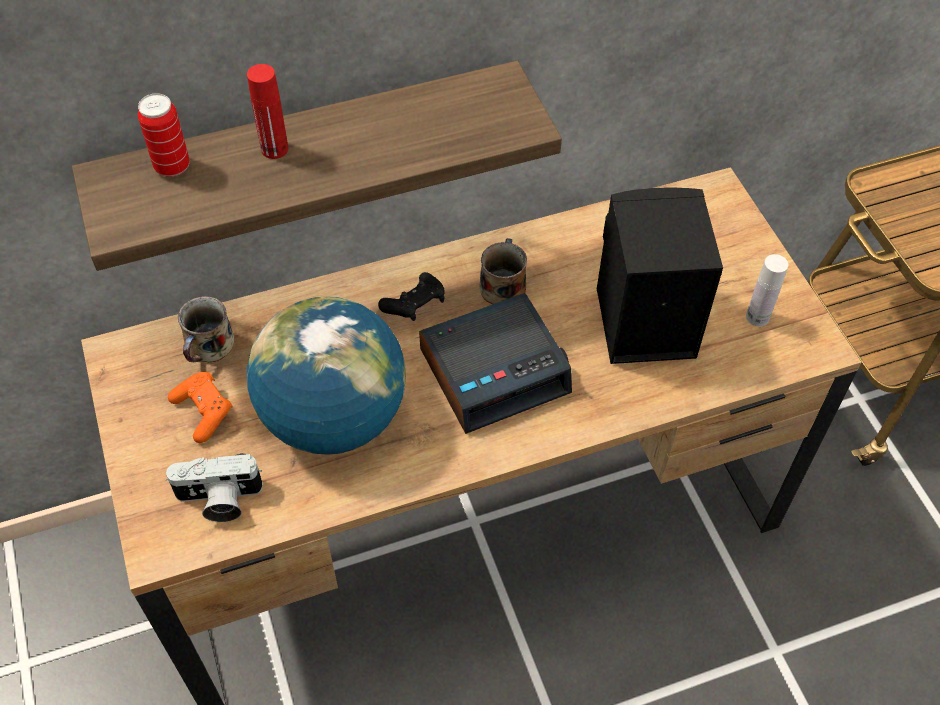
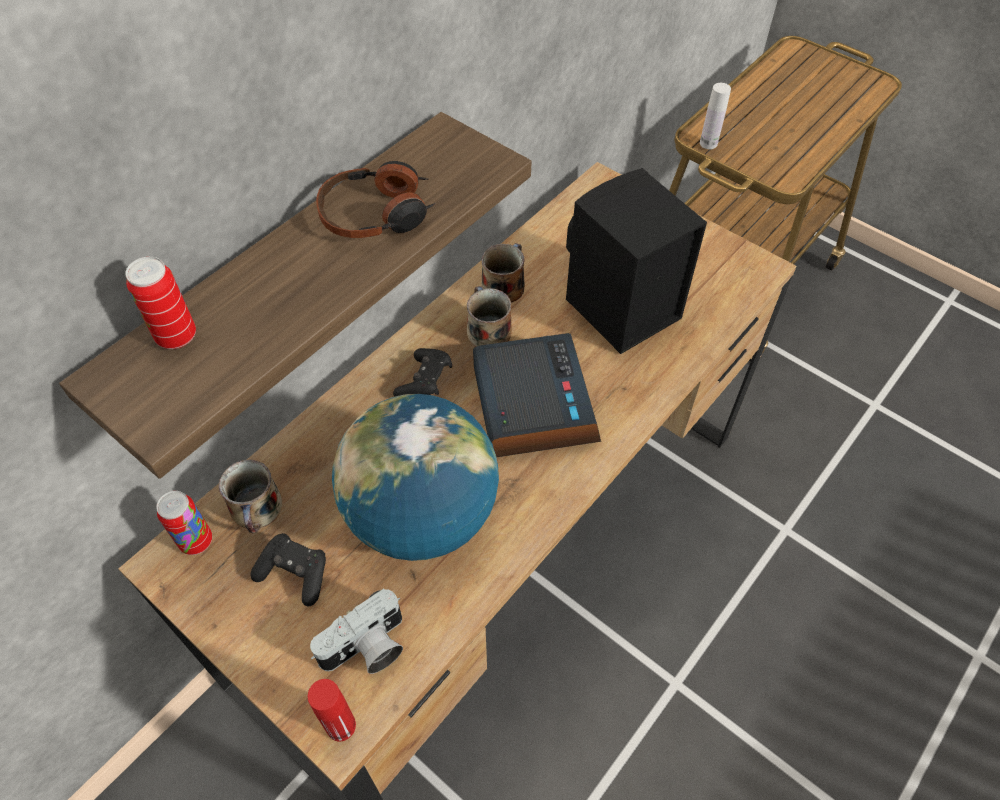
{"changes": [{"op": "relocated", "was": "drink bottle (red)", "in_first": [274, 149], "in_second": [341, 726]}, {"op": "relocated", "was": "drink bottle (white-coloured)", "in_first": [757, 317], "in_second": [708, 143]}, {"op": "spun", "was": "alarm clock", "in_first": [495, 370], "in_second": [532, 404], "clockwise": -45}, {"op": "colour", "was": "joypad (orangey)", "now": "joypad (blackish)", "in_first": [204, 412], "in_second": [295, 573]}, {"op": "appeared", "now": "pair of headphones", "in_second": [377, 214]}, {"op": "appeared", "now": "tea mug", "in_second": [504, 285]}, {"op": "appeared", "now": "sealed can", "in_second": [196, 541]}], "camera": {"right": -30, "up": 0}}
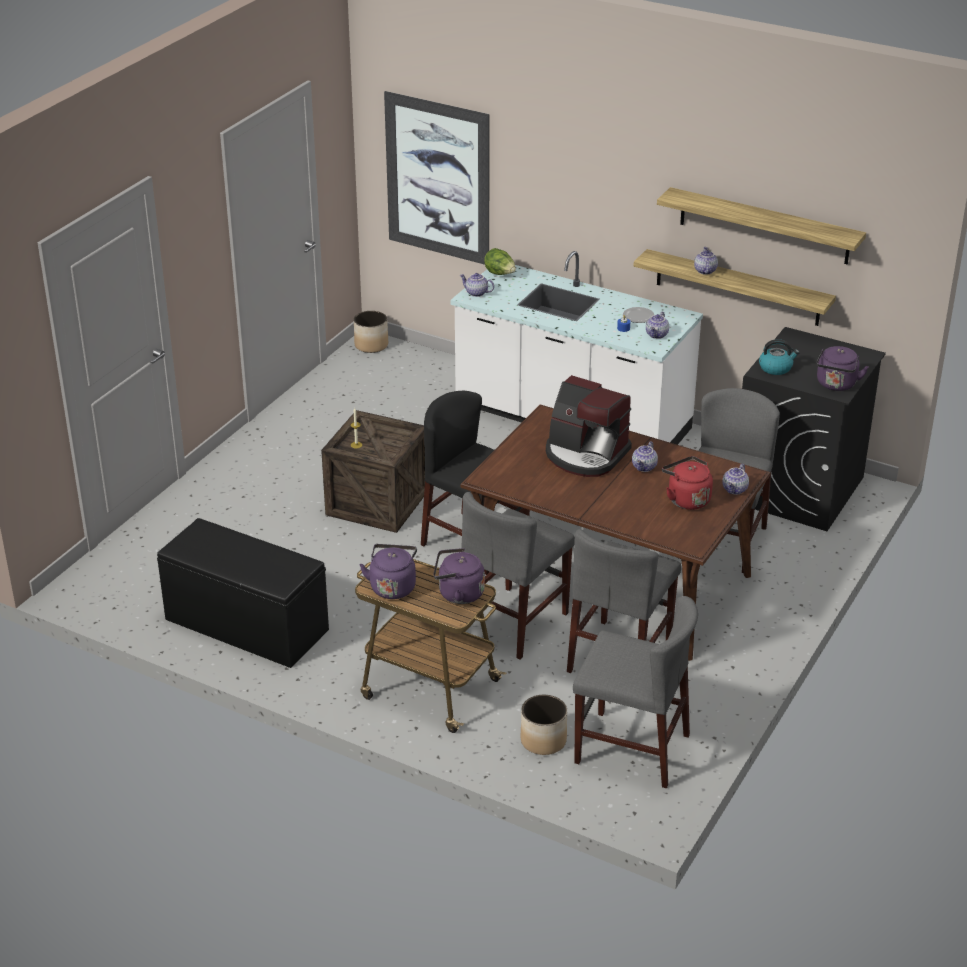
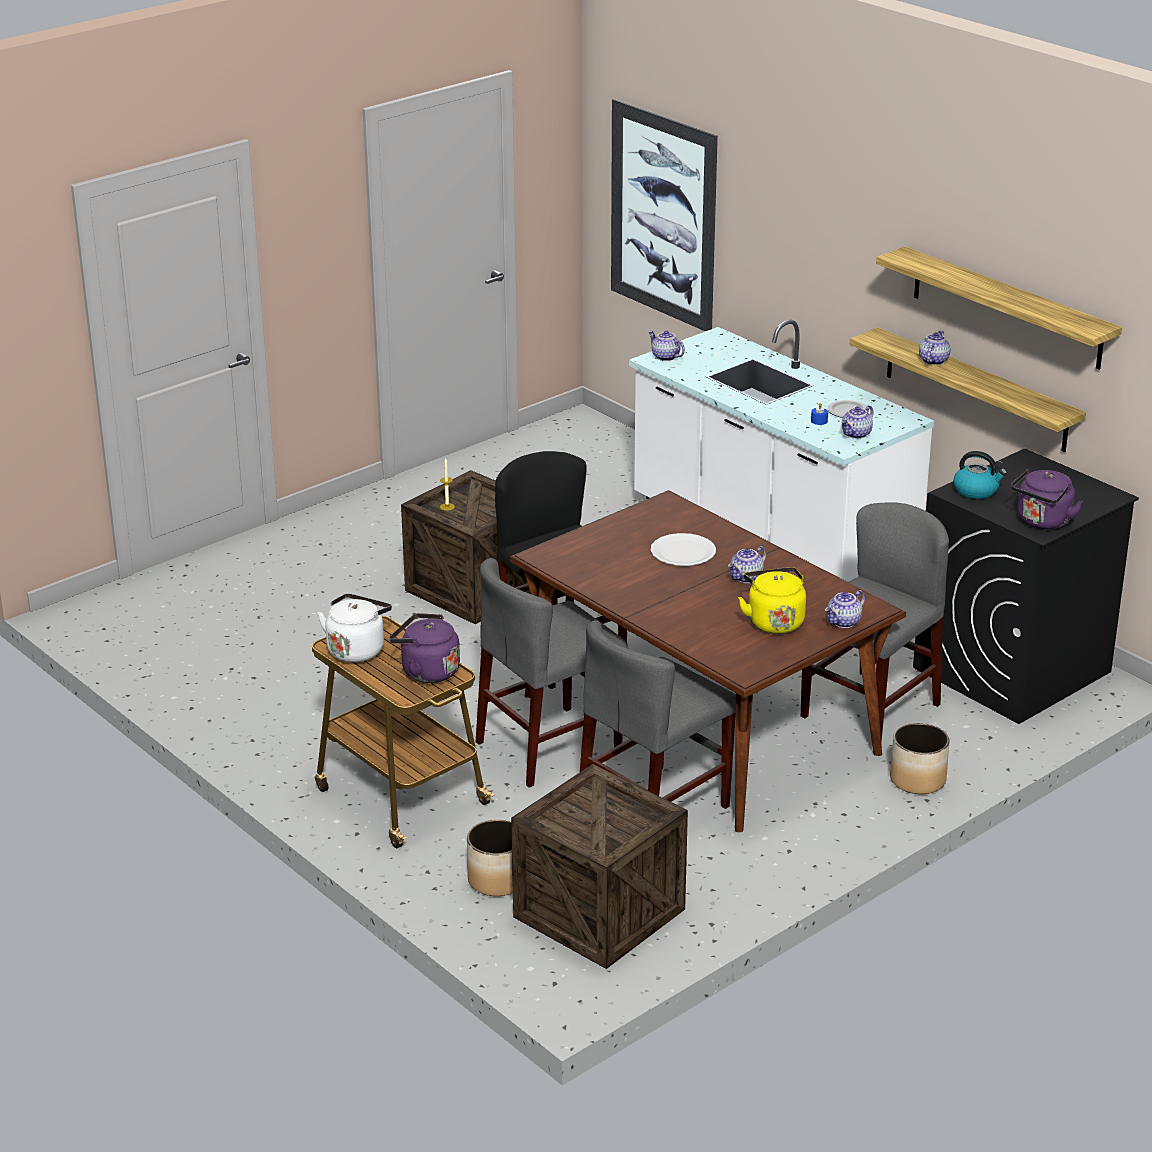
{"changes": [{"op": "missing", "was": "lettuce head", "in_first": [500, 274]}, {"op": "relocated", "was": "plant pot", "in_first": [371, 345], "in_second": [917, 780]}, {"op": "exchanged", "was": "coffee machine", "now": "plate (white-coloured)", "in_first": [585, 454], "in_second": [683, 552]}, {"op": "colour", "was": "kettle (red)", "now": "kettle (yellowish)", "in_first": [686, 499], "in_second": [773, 621]}, {"op": "missing", "was": "bench (blackish)", "in_first": [246, 625]}, {"op": "colour", "was": "kettle (purple)", "now": "kettle (white-coloured)", "in_first": [393, 586], "in_second": [357, 649]}, {"op": "exchanged", "was": "plain chair (greyish)", "now": "crate", "in_first": [632, 749], "in_second": [599, 913]}], "camera": {"right": 20, "up": -5}}
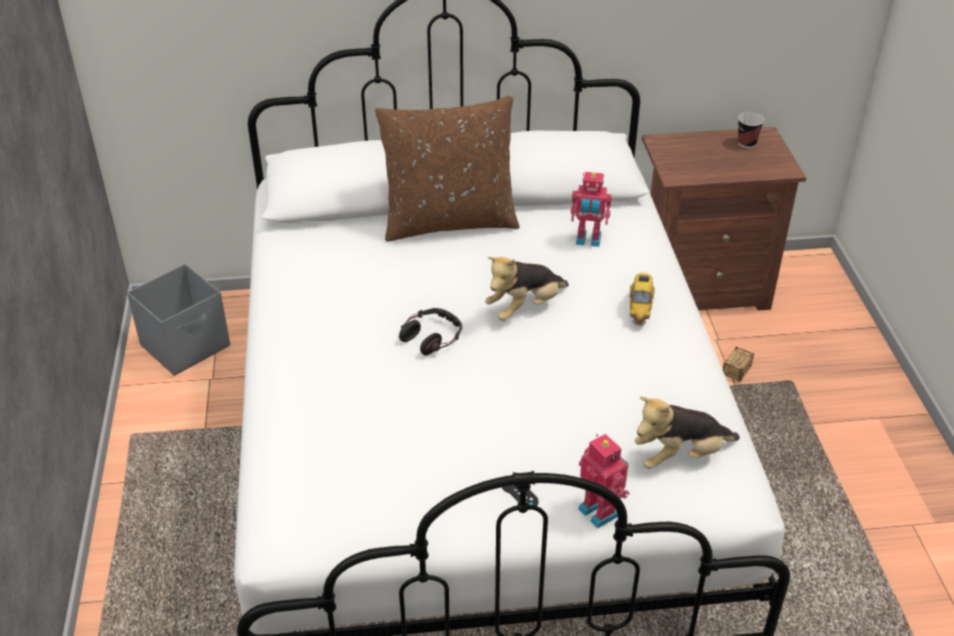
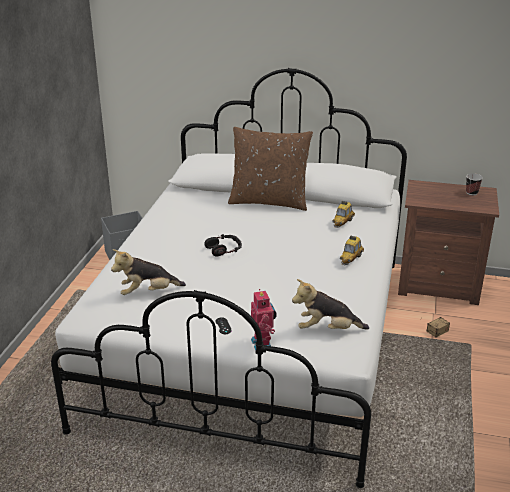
{"changes": [{"op": "exchanged", "was": "toy robot", "now": "model car", "in_first": [588, 240], "in_second": [342, 223]}, {"op": "relocated", "was": "soft toy", "in_first": [525, 308], "in_second": [148, 292]}], "camera": {"right": 20, "up": -10}}
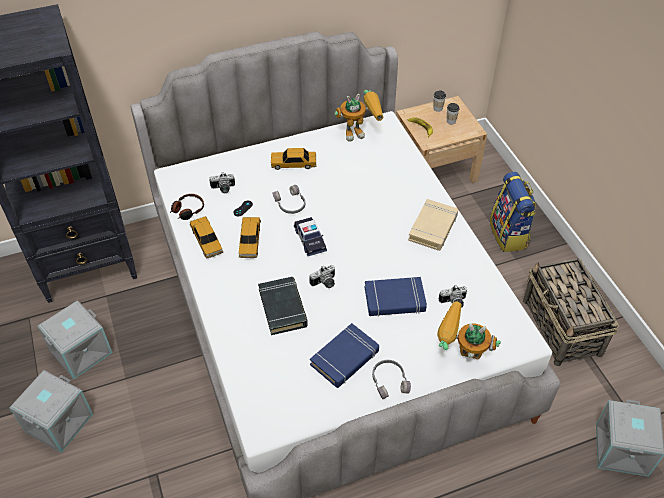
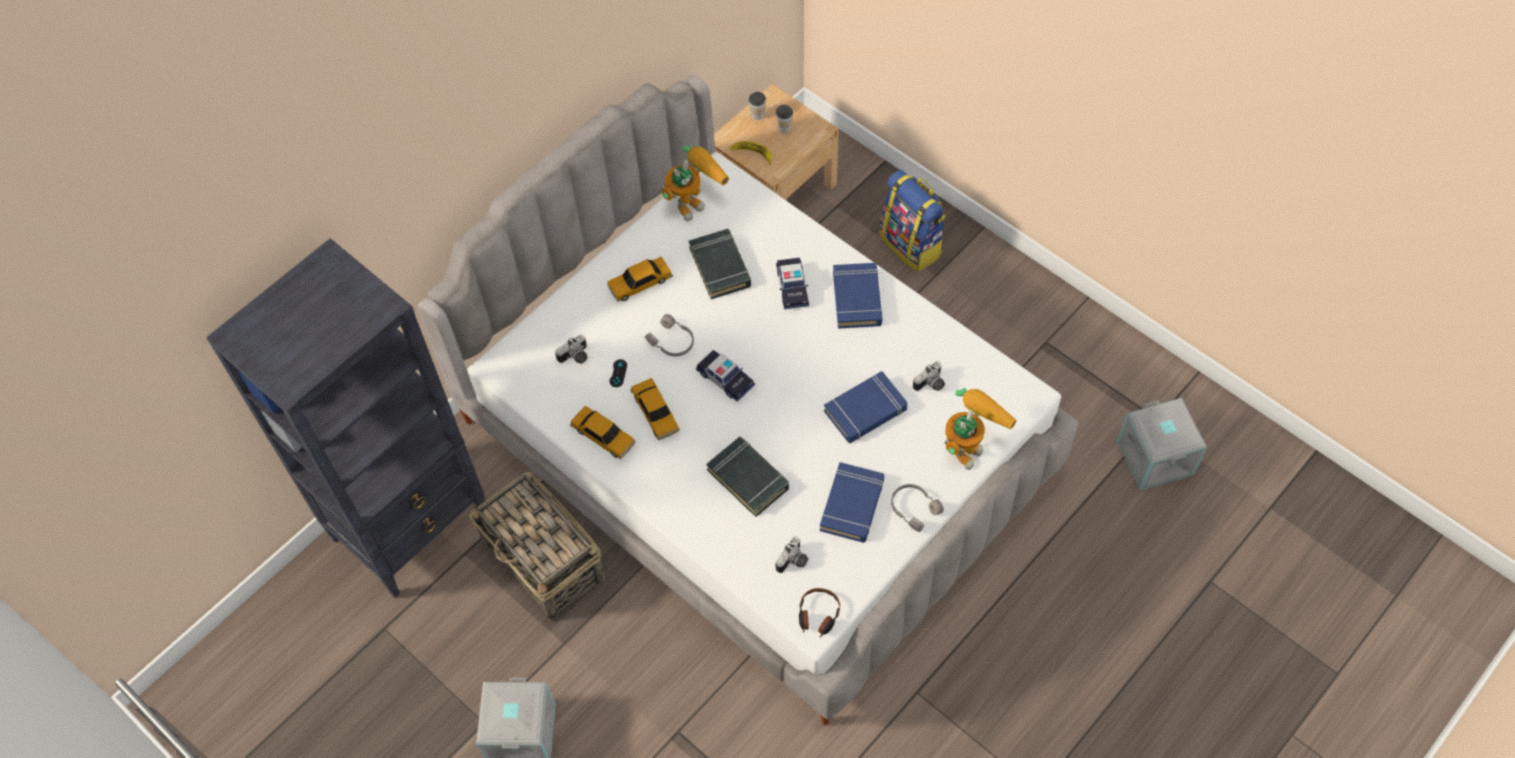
{"changes": [{"op": "relocated", "was": "pair of headphones", "in_first": [187, 210], "in_second": [818, 615]}, {"op": "colour", "was": "volume (beige-coloured)", "now": "volume (blue)", "in_first": [433, 228], "in_second": [857, 299]}, {"op": "relocated", "was": "basket", "in_first": [562, 328], "in_second": [545, 563]}, {"op": "relocated", "was": "photo camera", "in_first": [324, 283], "in_second": [794, 562]}, {"op": "missing", "was": "storage box (greyish)", "in_first": [81, 351]}, {"op": "spun", "was": "toy robot", "in_first": [459, 355], "in_second": [969, 444], "clockwise": 135}, {"op": "appeared", "now": "volume (blackish)", "in_second": [720, 267]}, {"op": "appeared", "now": "model car", "in_second": [792, 287]}], "camera": {"right": -25, "up": 10}}
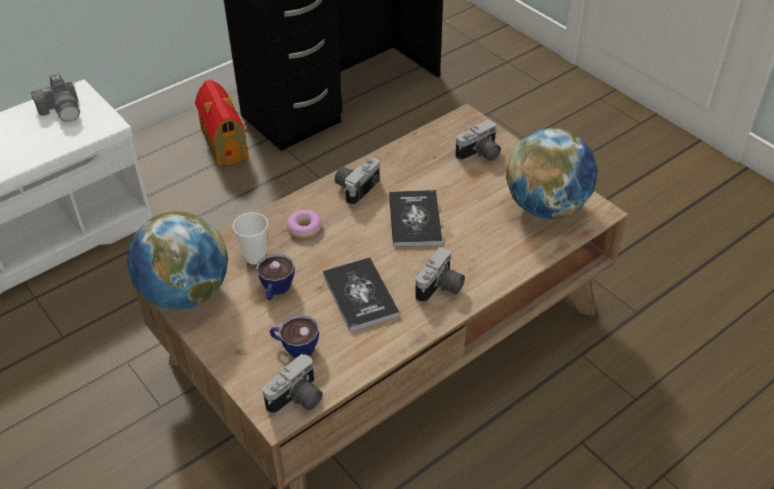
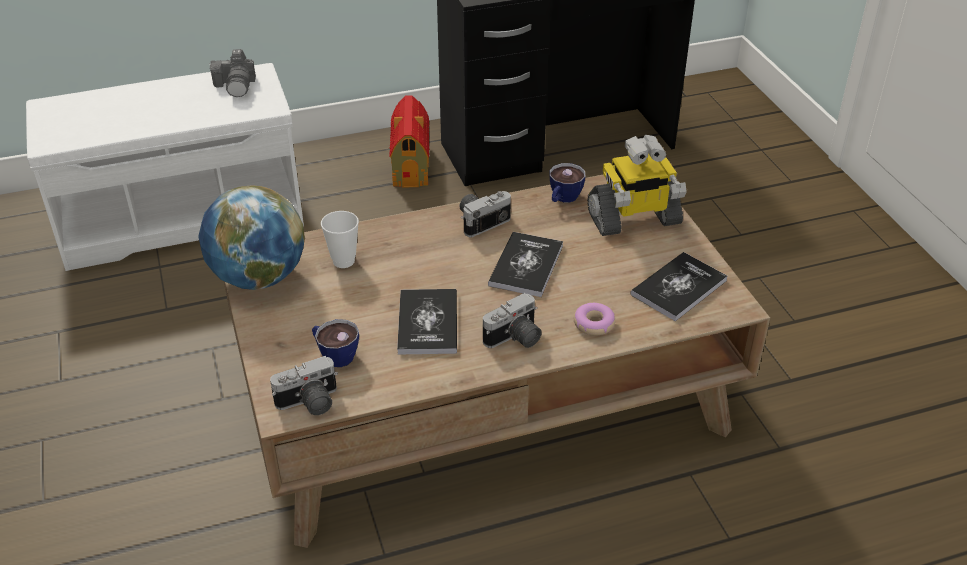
{"changes": [{"op": "exchanged", "was": "photo camera", "now": "toy robot", "in_first": [480, 155], "in_second": [633, 219]}, {"op": "exchanged", "was": "desk globe", "now": "volume", "in_first": [546, 207], "in_second": [678, 287]}, {"op": "relocated", "was": "ring doughnut", "in_first": [304, 228], "in_second": [593, 324]}, {"op": "relocated", "was": "small cup", "in_first": [276, 290], "in_second": [563, 199]}], "camera": {"right": 20, "up": -5}}
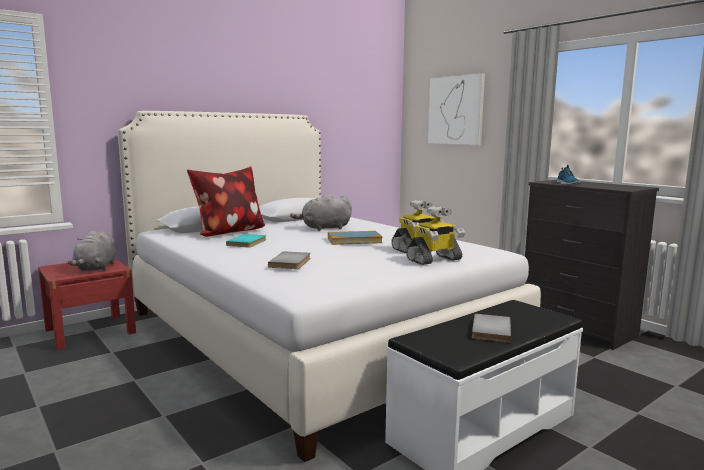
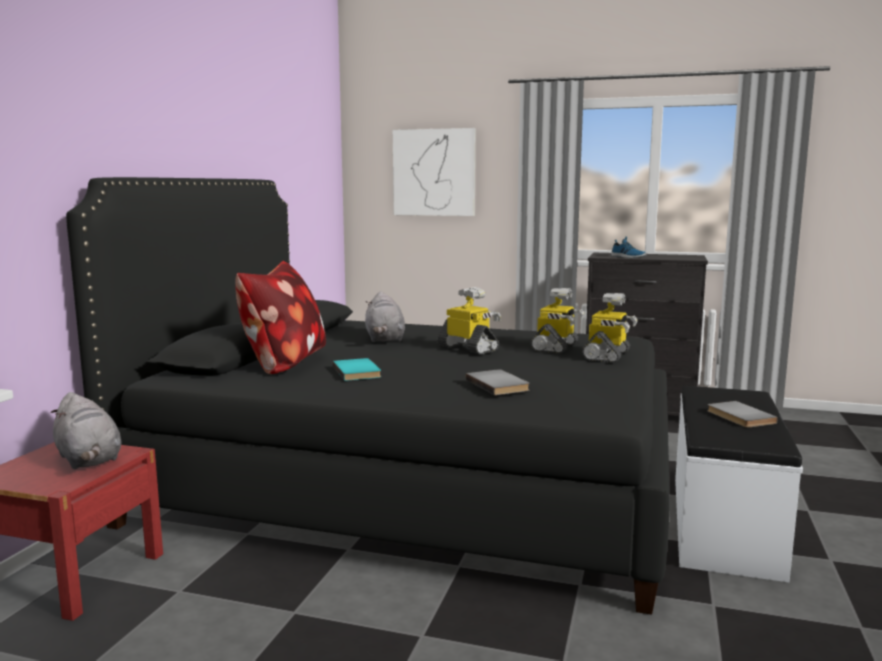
{"changes": [{"op": "colour", "was": "bedroom bed (white-coloured)", "now": "bedroom bed (blackish)", "in_first": [310, 334], "in_second": [412, 485]}, {"op": "spun", "was": "soft toy (greyish)", "in_first": [324, 228], "in_second": [384, 339], "clockwise": -45}, {"op": "exchanged", "was": "volume", "now": "toy robot", "in_first": [354, 240], "in_second": [469, 348]}], "camera": {"right": -35, "up": 0}}
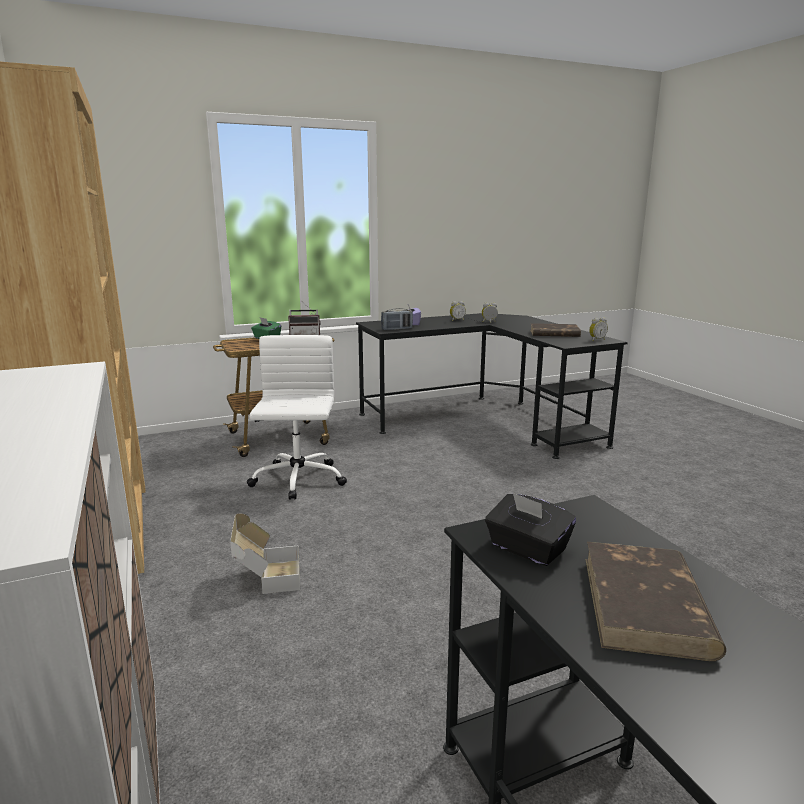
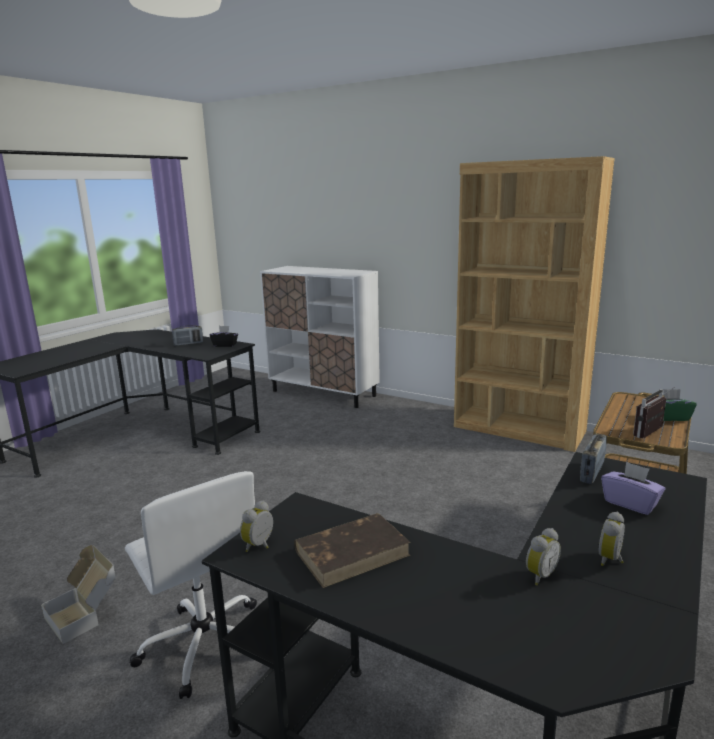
{"changes": [{"op": "relocated", "was": "desk chair (white-coloured)", "in_first": [298, 480], "in_second": [204, 643]}, {"op": "relocated", "was": "packing box", "in_first": [266, 577], "in_second": [85, 614]}, {"op": "exchanged", "was": "volume (brown-coloured)", "now": "radio set", "in_first": [646, 605], "in_second": [188, 344]}], "camera": {"right": 145, "up": 0}}
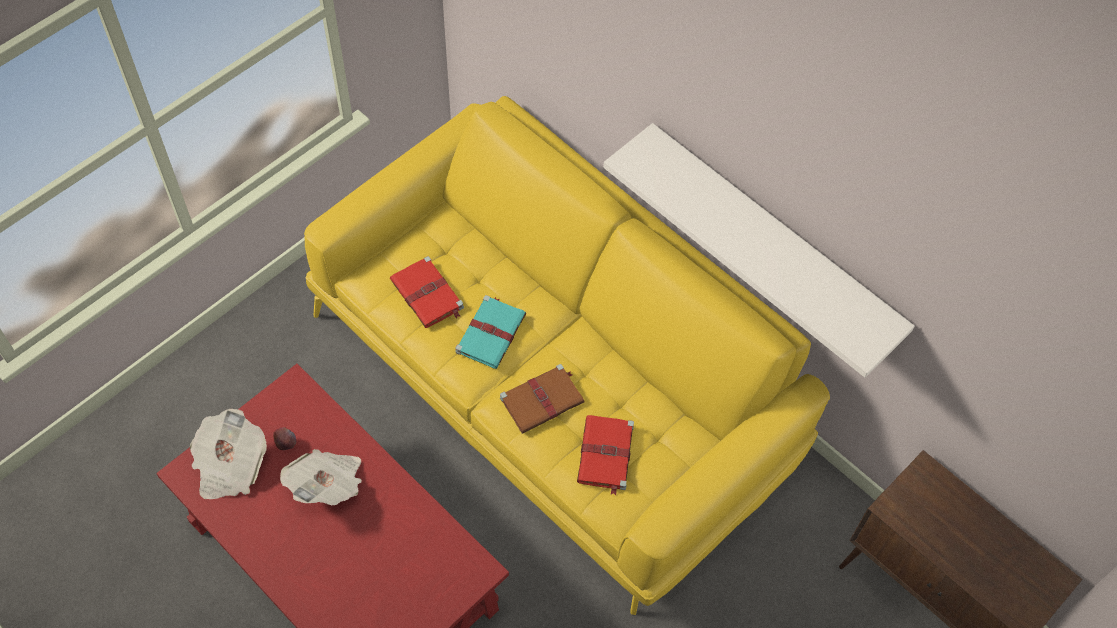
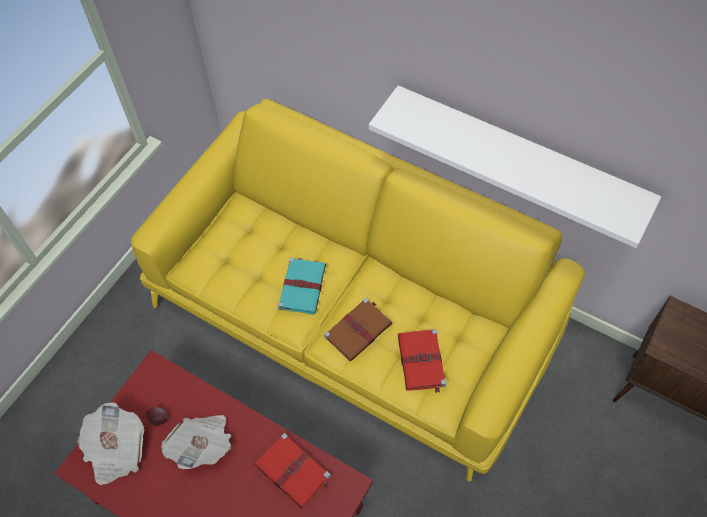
{"changes": [{"op": "relocated", "was": "volume (red)", "in_first": [428, 295], "in_second": [294, 471]}], "camera": {"right": -10, "up": 0}}
